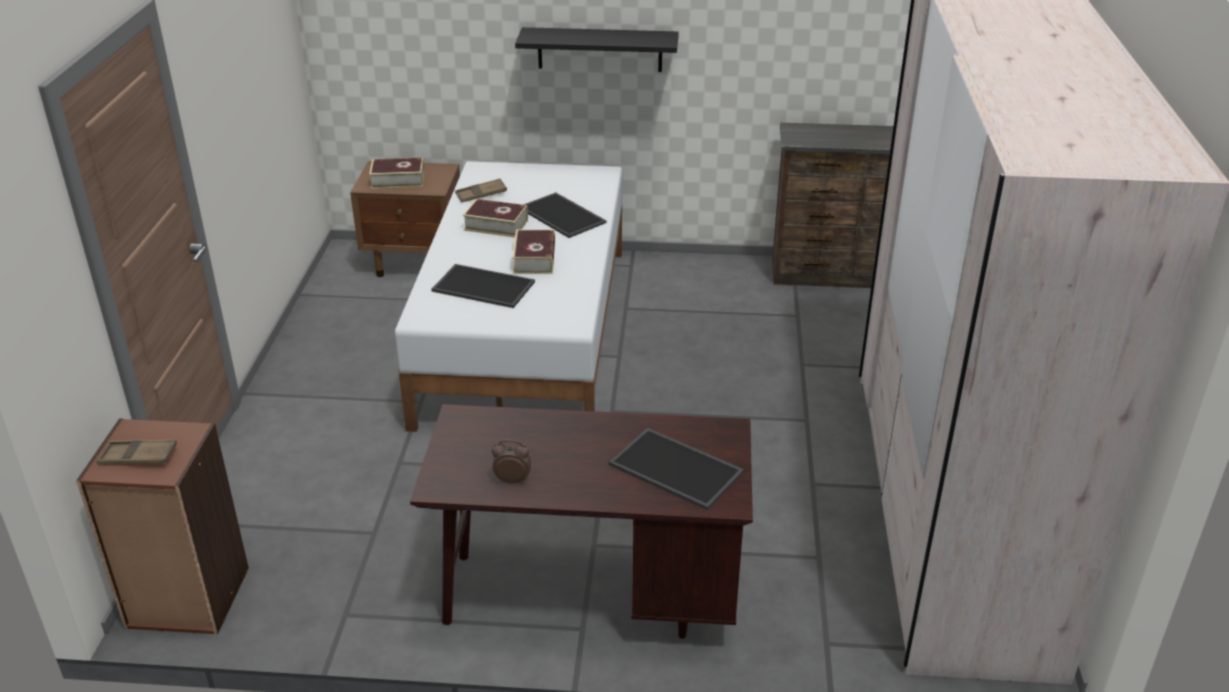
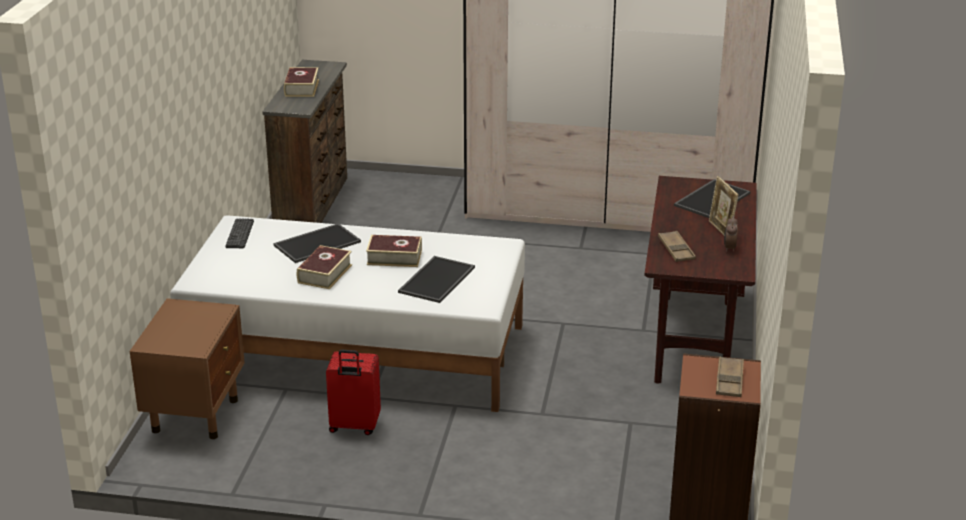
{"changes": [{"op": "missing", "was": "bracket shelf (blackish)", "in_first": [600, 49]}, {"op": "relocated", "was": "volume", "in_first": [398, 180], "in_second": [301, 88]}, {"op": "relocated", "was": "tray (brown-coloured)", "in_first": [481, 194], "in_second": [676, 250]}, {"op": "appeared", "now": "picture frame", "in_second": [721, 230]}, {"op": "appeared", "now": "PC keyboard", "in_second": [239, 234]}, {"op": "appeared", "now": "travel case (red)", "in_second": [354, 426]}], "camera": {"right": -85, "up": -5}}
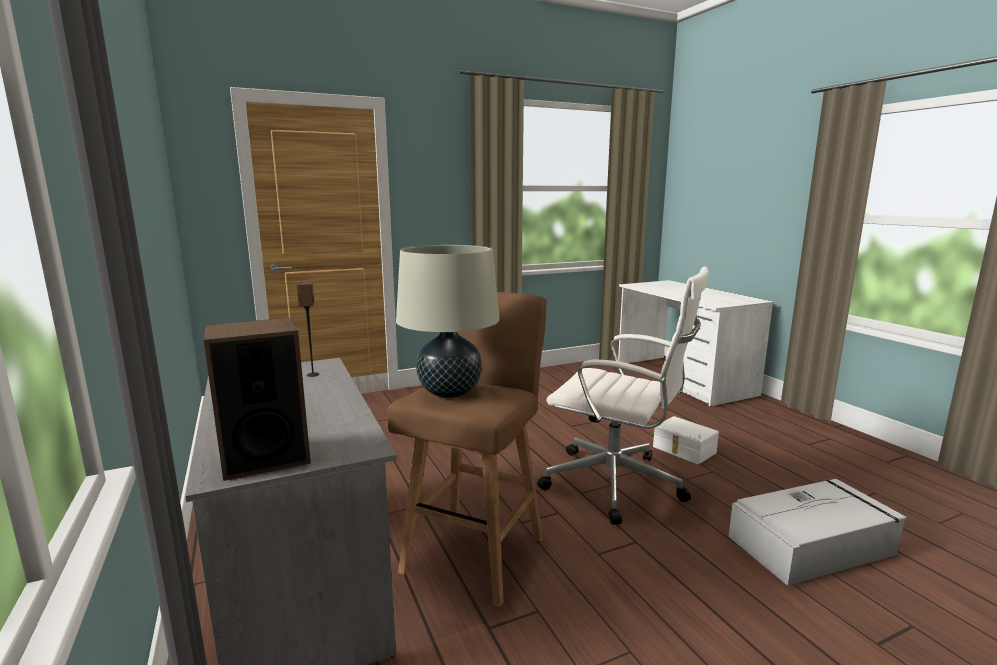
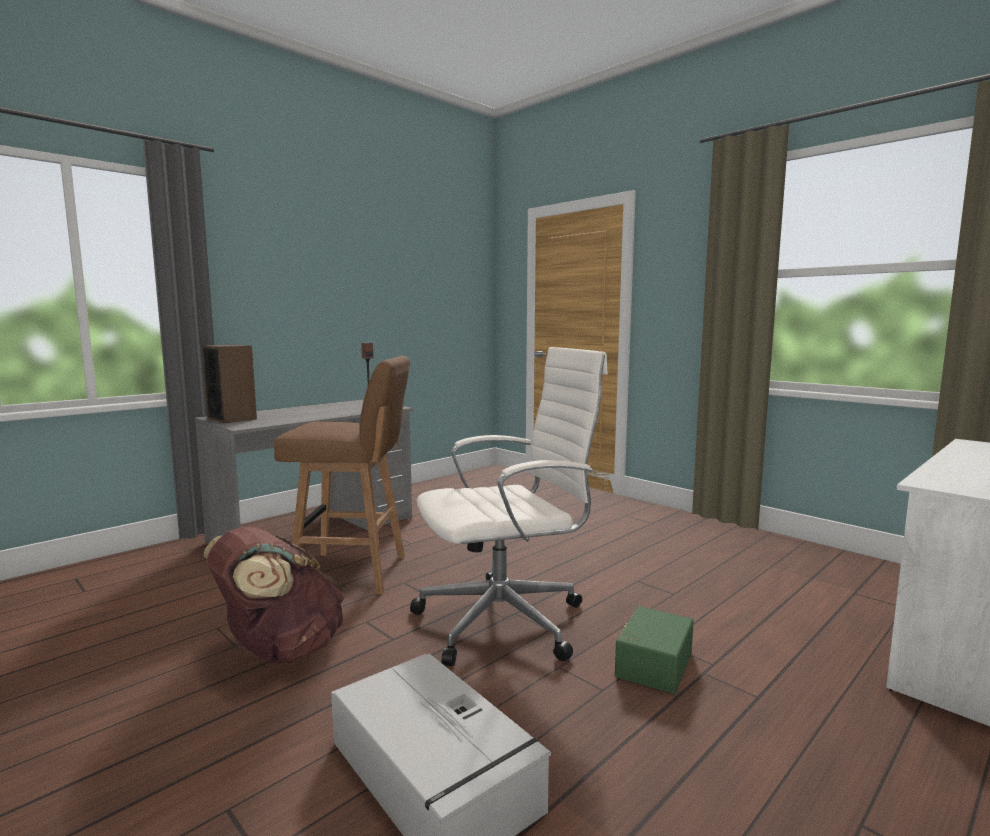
{"changes": [{"op": "missing", "was": "lamp for a table (beige-coloured)", "in_first": [450, 392]}, {"op": "spun", "was": "desk chair (white-coloured)", "in_first": [617, 484], "in_second": [506, 621], "clockwise": -120}, {"op": "colour", "was": "storage box (white-coloured)", "now": "storage box (greenish)", "in_first": [683, 450], "in_second": [652, 663]}, {"op": "appeared", "now": "rucksack (brown-coloured)", "in_second": [280, 650]}], "camera": {"right": 70, "up": -5}}
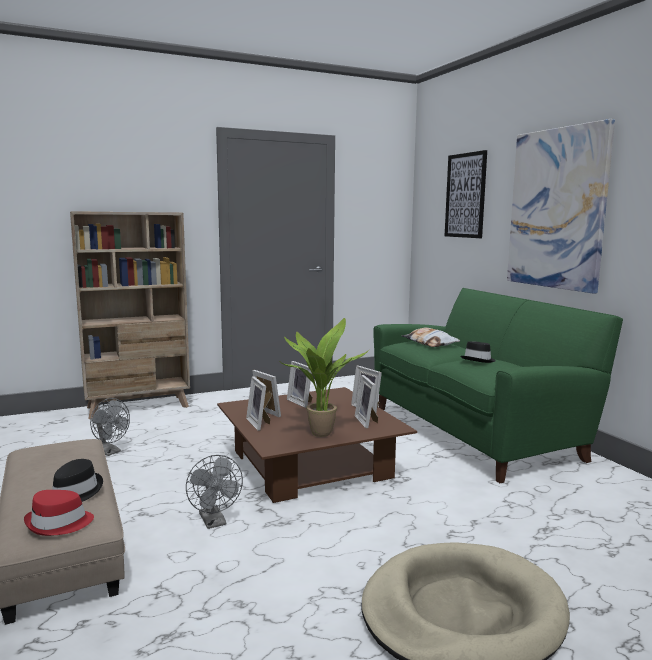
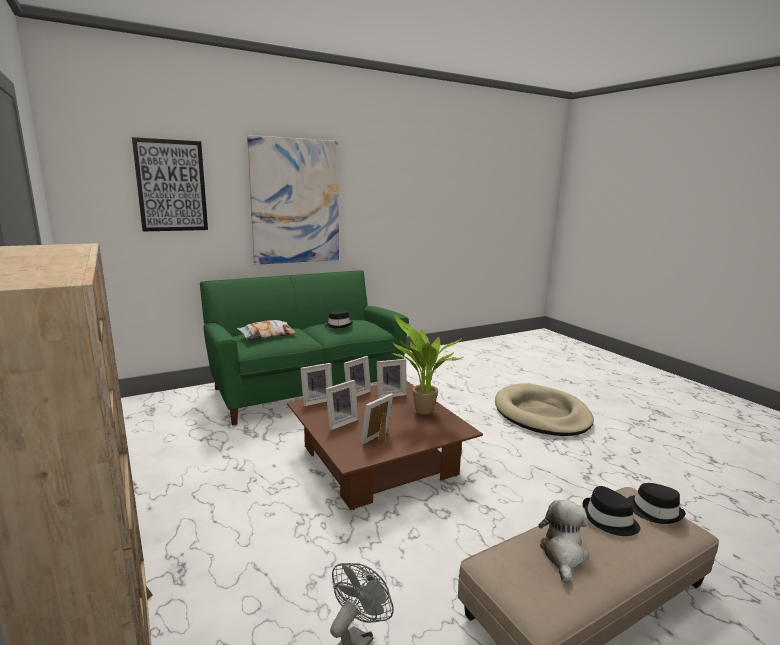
{"changes": [{"op": "relocated", "was": "picture frame", "in_first": [259, 423], "in_second": [316, 400]}, {"op": "missing", "was": "electric fan (greyish)", "in_first": [214, 522]}, {"op": "colour", "was": "hat (red)", "now": "hat (blackish)", "in_first": [59, 523], "in_second": [654, 511]}, {"op": "appeared", "now": "soft toy", "in_second": [563, 554]}], "camera": {"right": -95, "up": 5}}
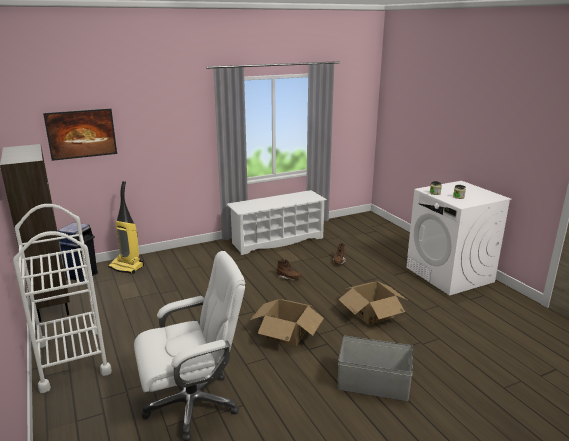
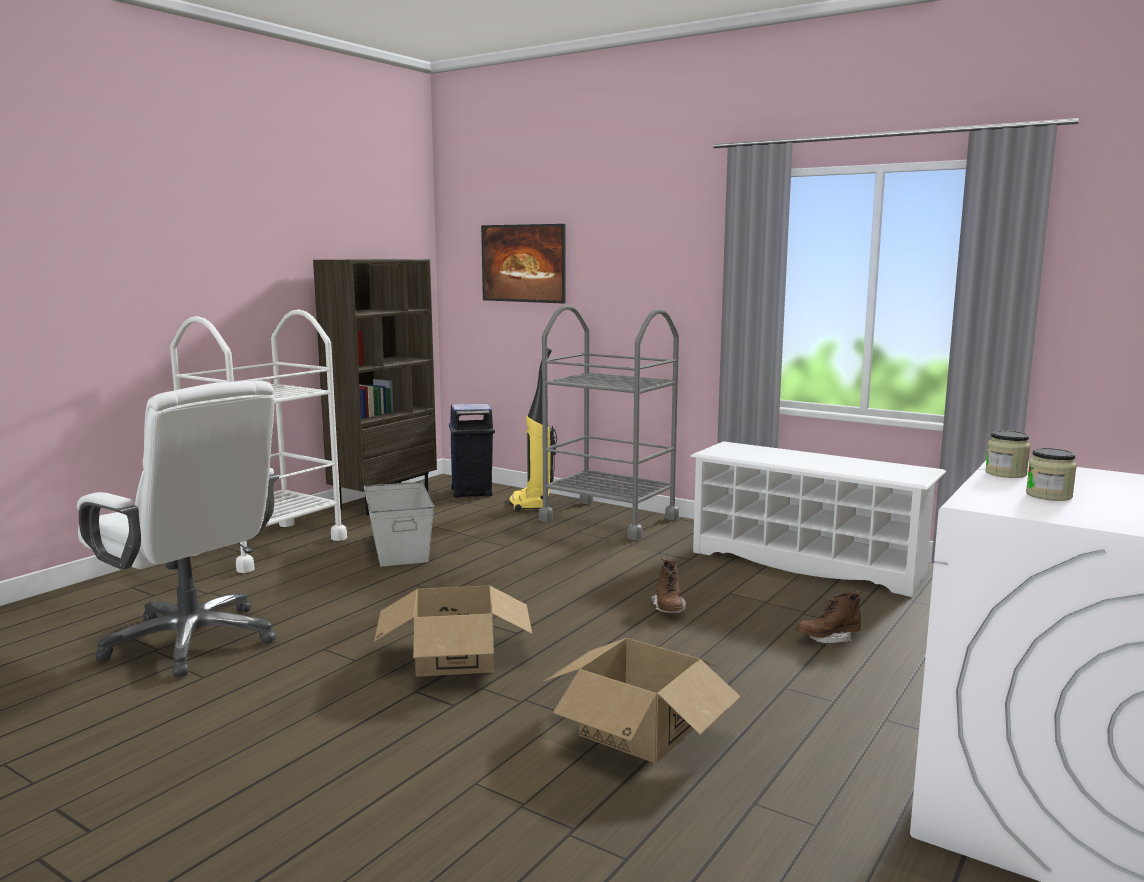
{"changes": [{"op": "relocated", "was": "storage box (greyish)", "in_first": [373, 384], "in_second": [399, 548]}, {"op": "appeared", "now": "trolley (greyish)", "in_second": [609, 519]}], "camera": {"right": 60, "up": -10}}
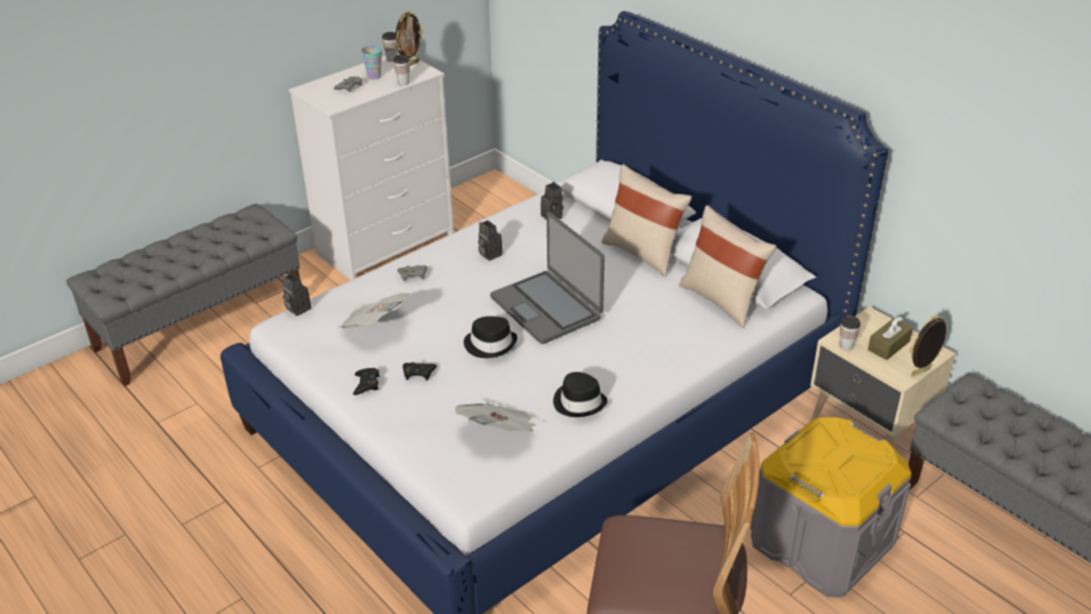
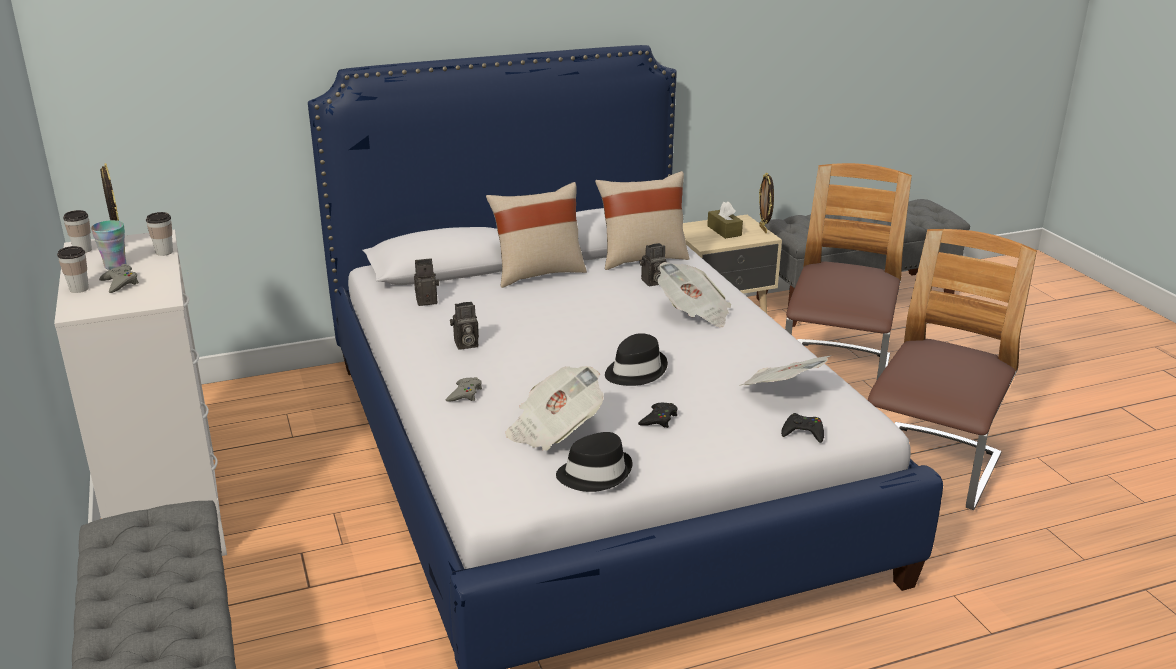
{"changes": [{"op": "missing", "was": "notebook computer", "in_first": [547, 307]}, {"op": "relocated", "was": "photo camera", "in_first": [296, 308], "in_second": [652, 282]}, {"op": "relocated", "was": "small cup", "in_first": [846, 346], "in_second": [79, 289]}, {"op": "relocated", "was": "joypad (blackish)", "in_first": [366, 384], "in_second": [803, 432]}, {"op": "relocated", "was": "hat (blackish)", "in_first": [579, 402], "in_second": [595, 473]}, {"op": "exchanged", "was": "storage box (greyish)", "now": "plain chair", "in_first": [821, 543], "in_second": [836, 373]}, {"op": "appeared", "now": "daily paper", "in_second": [694, 313]}], "camera": {"right": -70, "up": -10}}
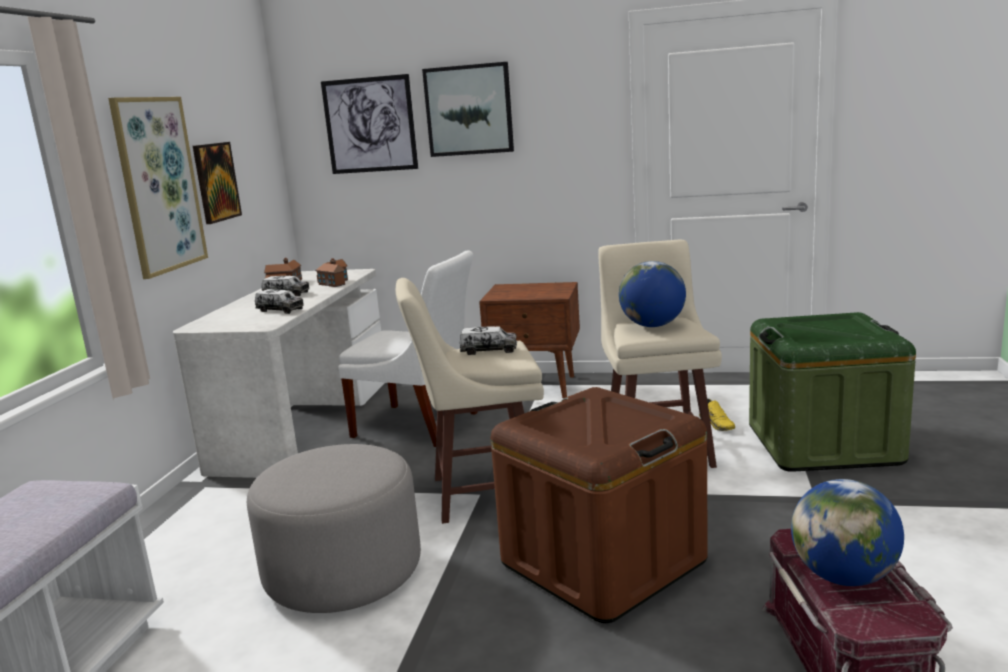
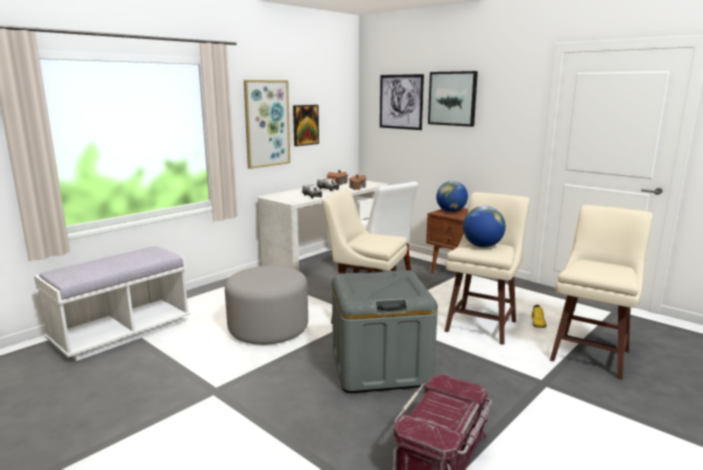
{"changes": [{"op": "exchanged", "was": "storage box (greenish)", "now": "stool seat (beige-coloured)", "in_first": [823, 444], "in_second": [591, 354]}, {"op": "missing", "was": "toy truck", "in_first": [489, 350]}, {"op": "colour", "was": "storage box (brown-coloured)", "now": "storage box (greyish)", "in_first": [603, 562], "in_second": [380, 367]}, {"op": "relocated", "was": "desk globe", "in_first": [843, 577], "in_second": [451, 211]}], "camera": {"right": 30, "up": 0}}
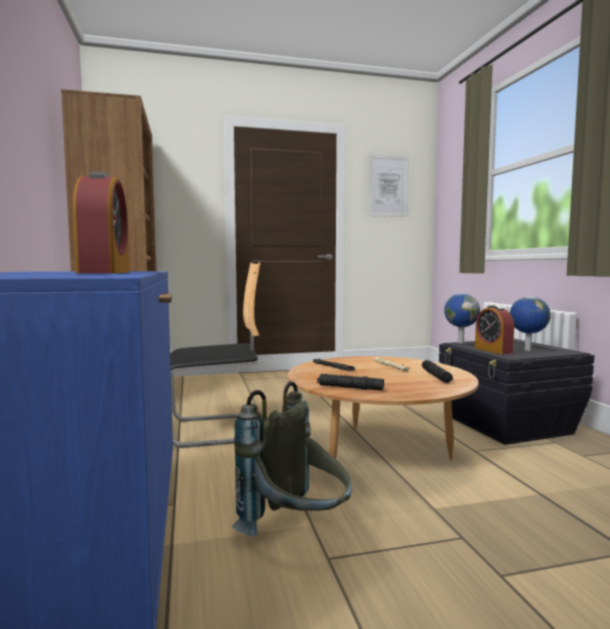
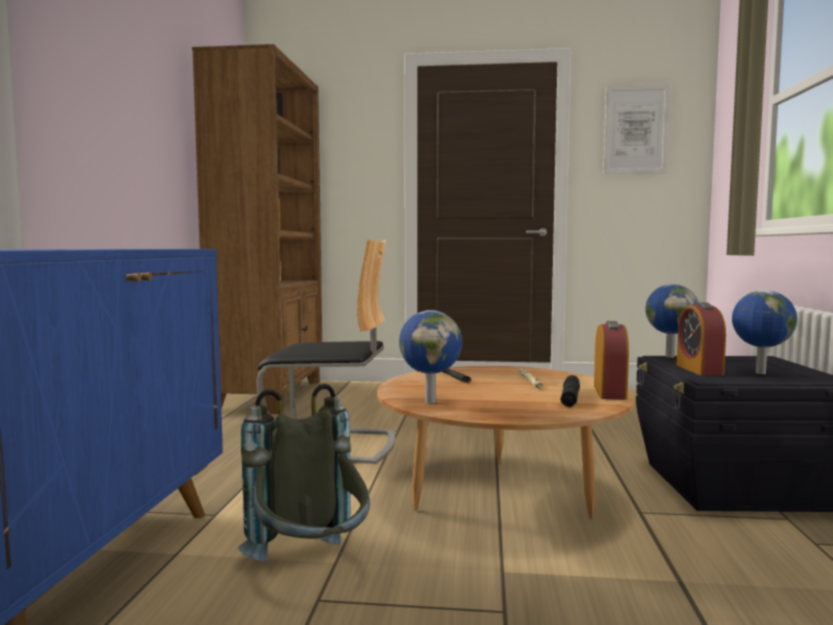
{"changes": [{"op": "relocated", "was": "alarm clock", "in_first": [105, 272], "in_second": [609, 392]}, {"op": "exchanged", "was": "torch (blackish)", "now": "desk globe", "in_first": [350, 388], "in_second": [430, 401]}], "camera": {"right": 20, "up": 0}}
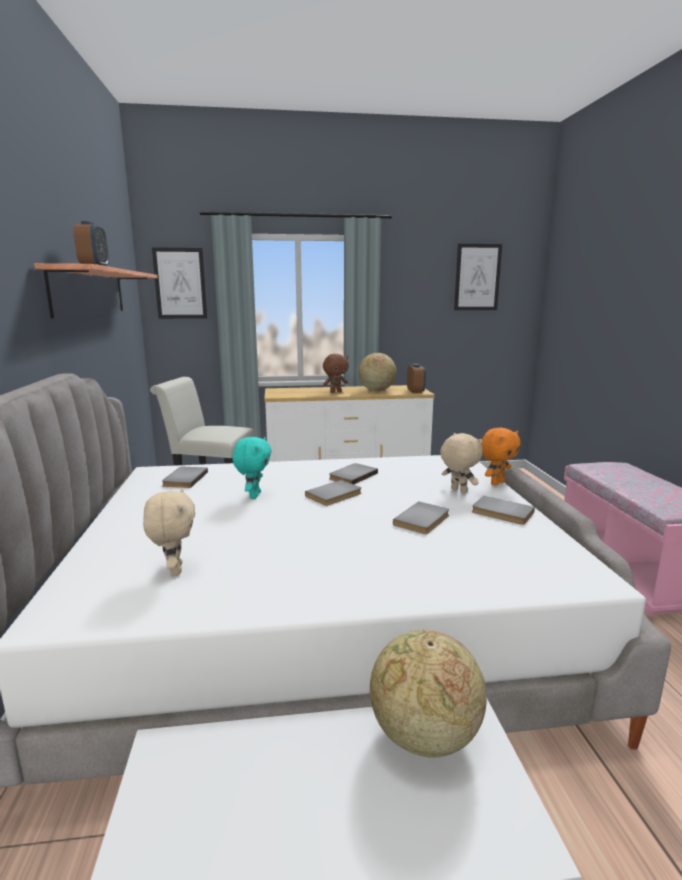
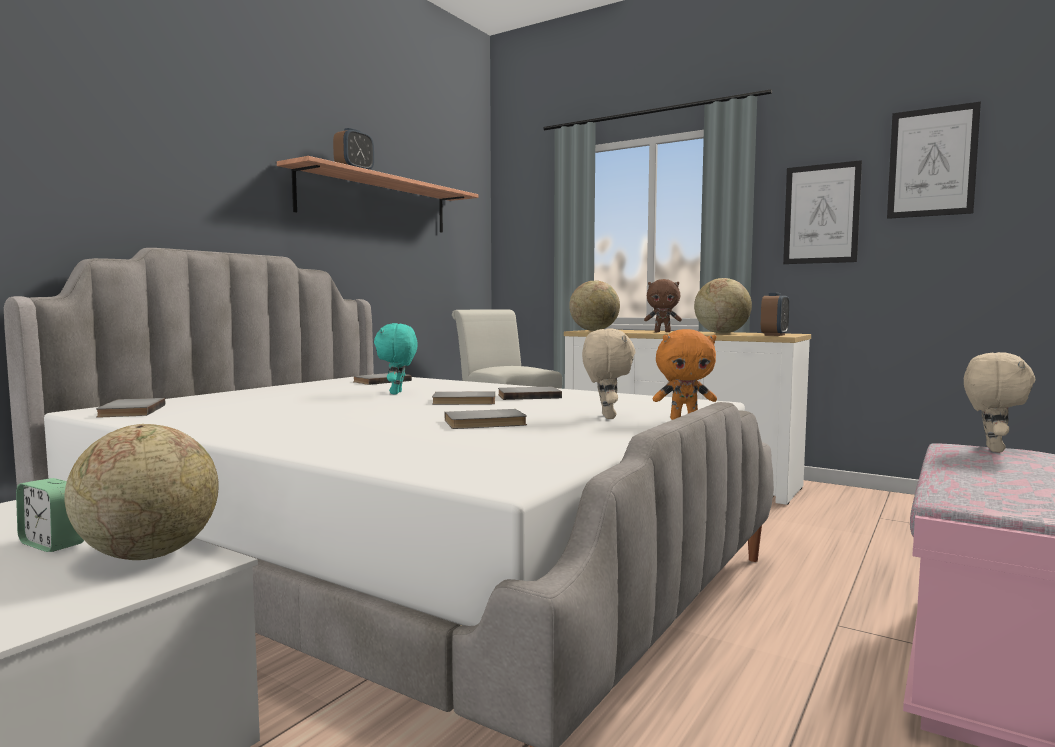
{"changes": [{"op": "relocated", "was": "wall picture", "in_first": [180, 283], "in_second": [821, 214]}, {"op": "spun", "was": "soft toy (blue-green)", "in_first": [254, 495], "in_second": [397, 393], "clockwise": 135}, {"op": "relocated", "was": "soft toy (beige-coloured)", "in_first": [174, 570], "in_second": [991, 449]}, {"op": "relocated", "was": "volume (greyish)", "in_first": [501, 513], "in_second": [129, 411]}, {"op": "appeared", "now": "desk globe", "in_second": [594, 330]}, {"op": "appeared", "now": "alarm clock", "in_second": [53, 544]}], "camera": {"right": 40, "up": -10}}
